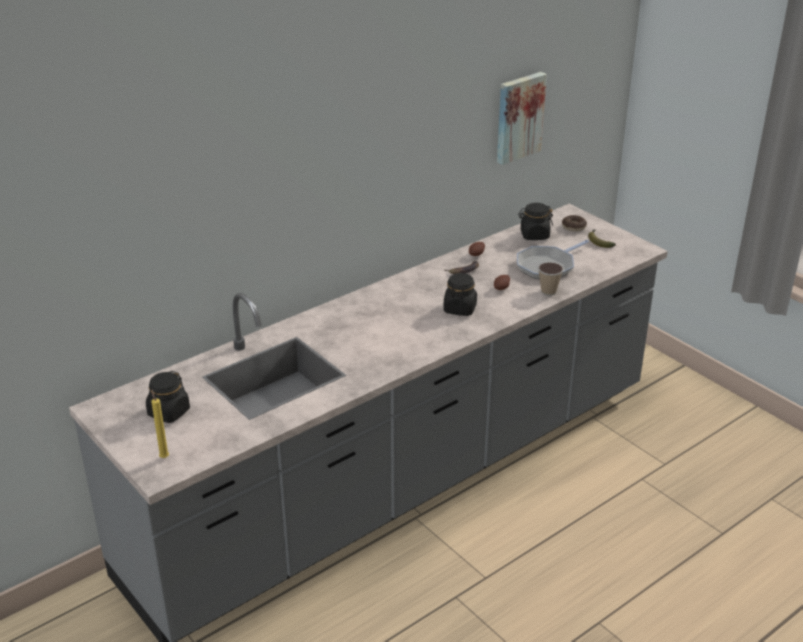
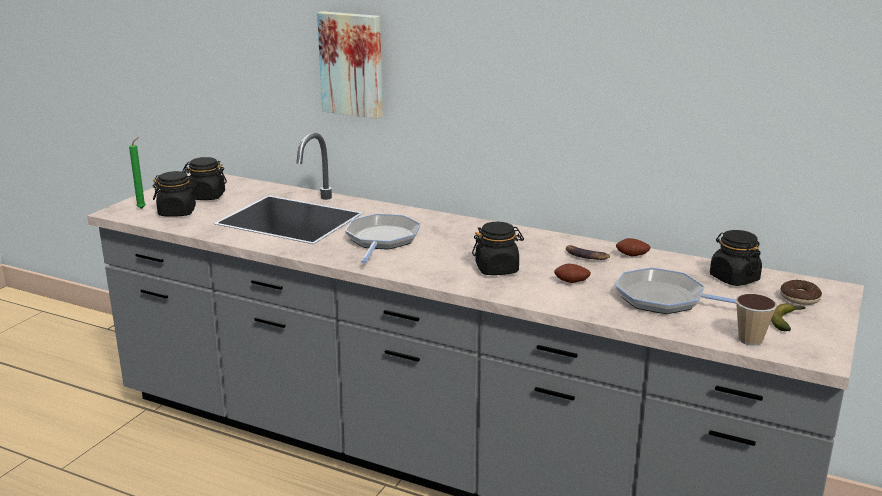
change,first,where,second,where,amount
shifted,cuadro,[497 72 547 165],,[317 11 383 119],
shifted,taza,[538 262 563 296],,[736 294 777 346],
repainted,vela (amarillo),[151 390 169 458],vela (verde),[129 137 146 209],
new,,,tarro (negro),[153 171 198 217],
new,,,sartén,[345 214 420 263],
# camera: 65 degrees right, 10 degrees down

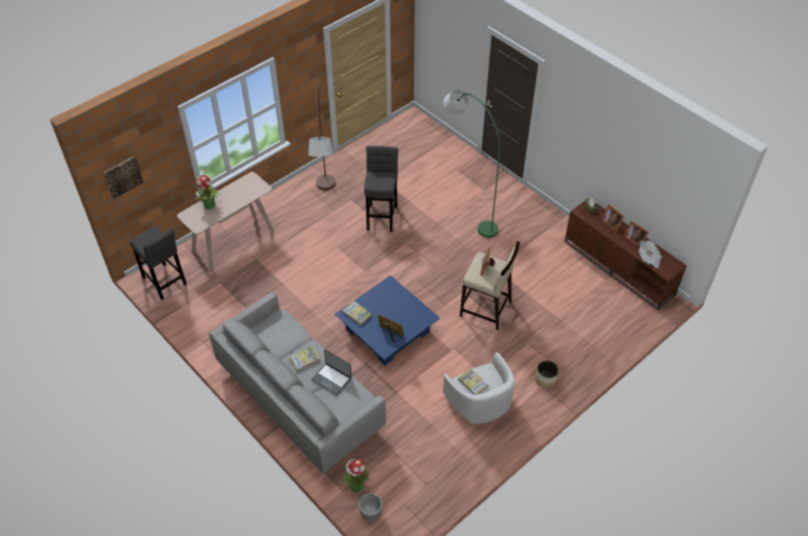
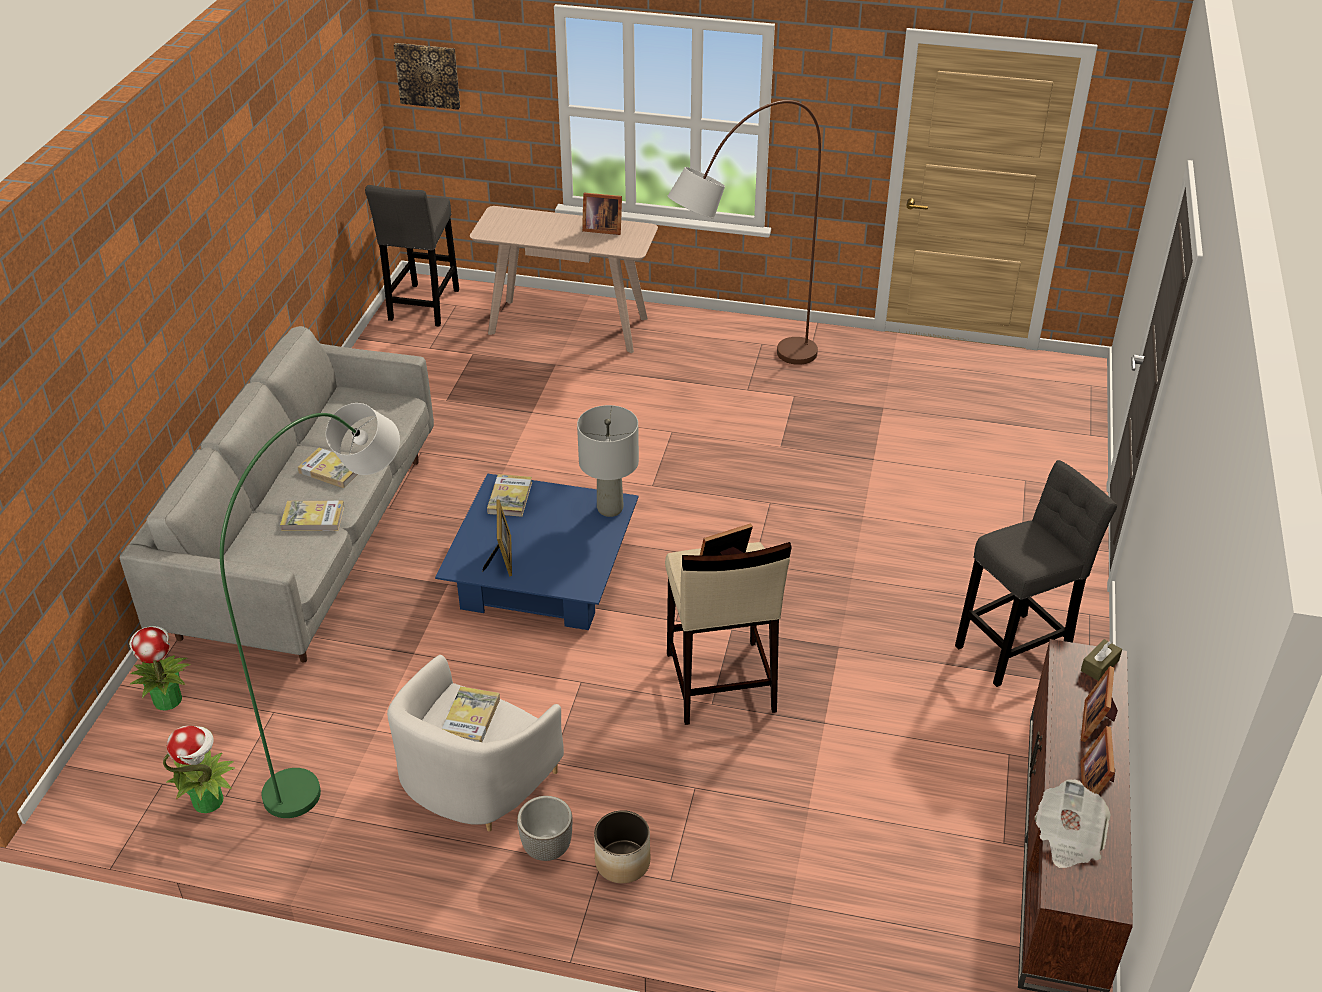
change,first,where,second,where,amount
shifted,lámpara de pie (verde),[443 89 500 238],,[220 403 400 818],
shifted,taburete (gris),[364 146 398 232],,[955 460 1117 687],
shifted,planta en maceta,[194 175 220 209],,[163 726 235 813],
swapped,portátil,[311 349 352 396],libro,[280 501 344 531],
shifted,maceta,[358 493 383 521],,[517 796 573 861],
new,,,portarretratos,[582 193 622 235],
new,,,lámpara de mesa (gris),[577 405 639 517],
# camera: 55 degrees right, 10 degrees down

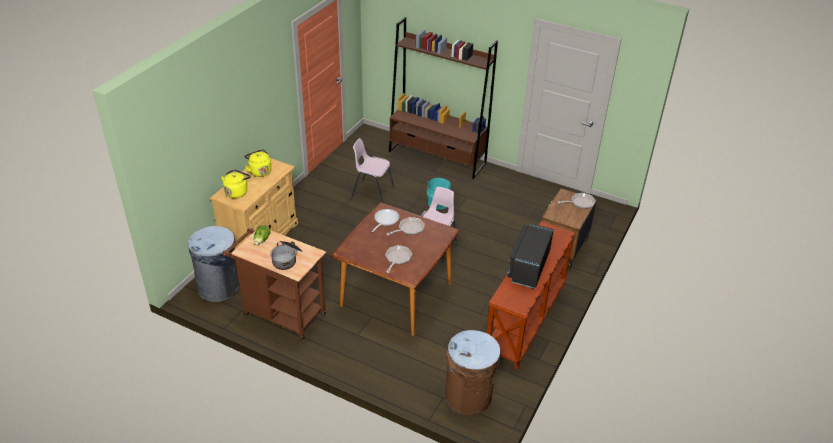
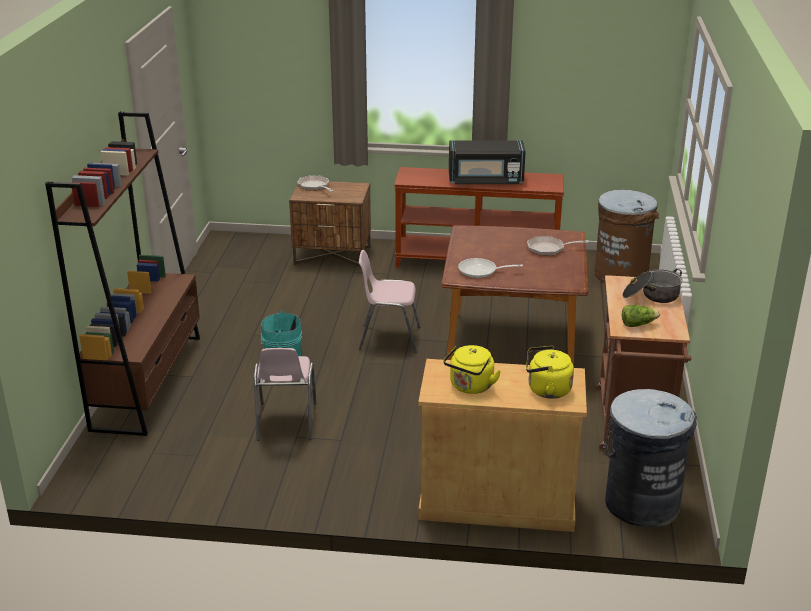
change,first,where,second,where,amount
gone,sartén,[386 217 425 235],,,
# camera: 110 degrees left, 10 degrees down

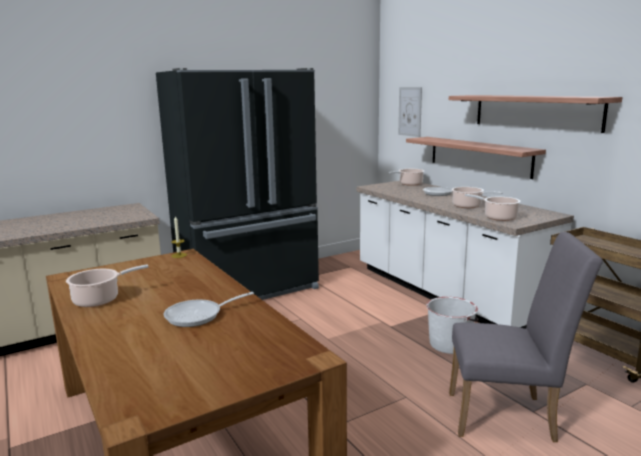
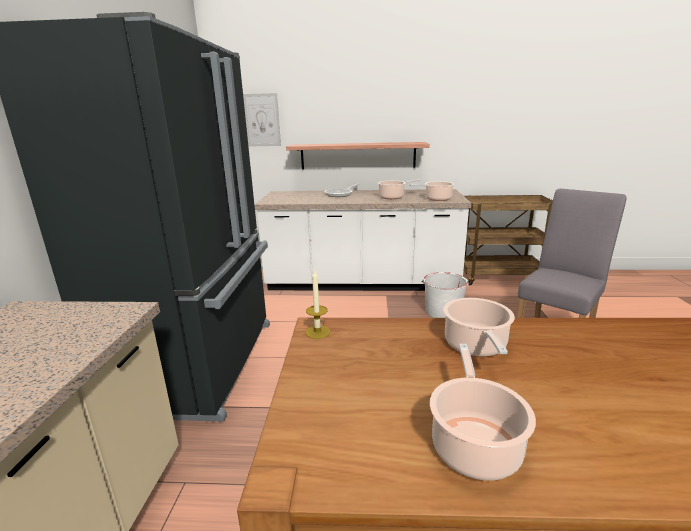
change,first,where,second,where,amount
gone,estante,[449 95 622 133],,,
shifted,olla,[389 169 424 186],,[443 298 515 357],
gone,sartén,[163 292 254 327],,,
# camera: 55 degrees left, 5 degrees up

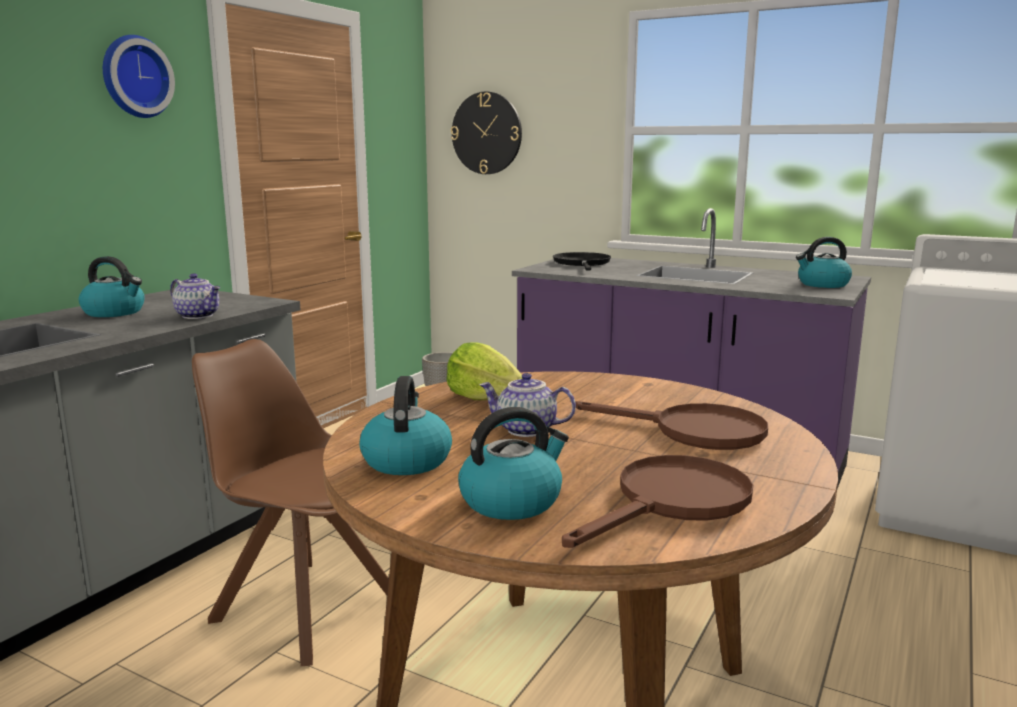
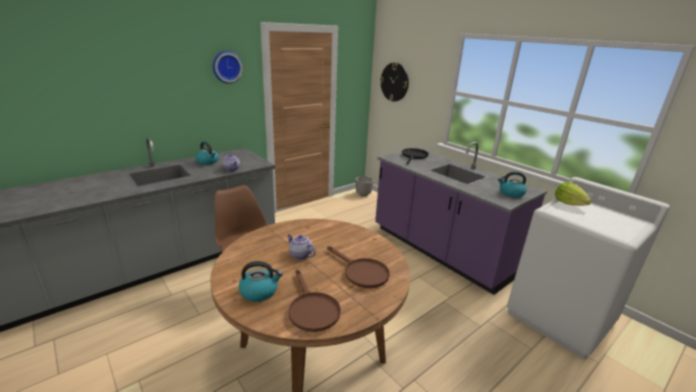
change,first,where,second,where,amount
shifted,lechuga,[447 342 522 400],,[555 182 592 206],
gone,hervidor,[359 376 452 475],,,
rotated,sartén (marrón),[562 455 753 548],,[289 269 341 332],90 degrees clockwise
# camera: 20 degrees right, 10 degrees up

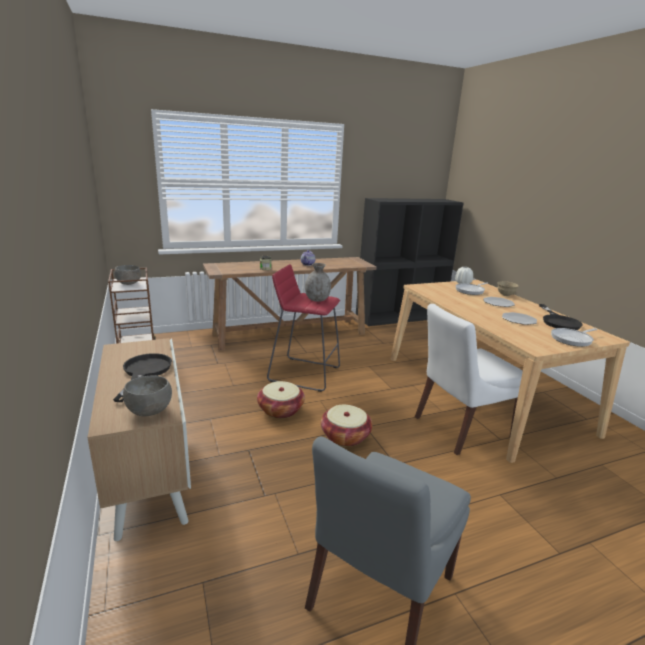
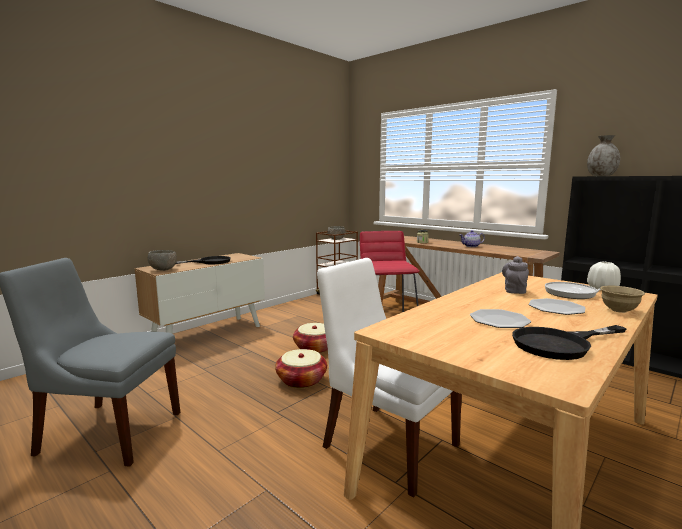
change,first,where,second,where,amount
shifted,florero (gris),[305 263 331 302],,[587 135 620 176],
gone,sartén,[551 328 598 347],,,
new,,,tetera (gris),[502 256 529 294],
# camera: 65 degrees right, 10 degrees down

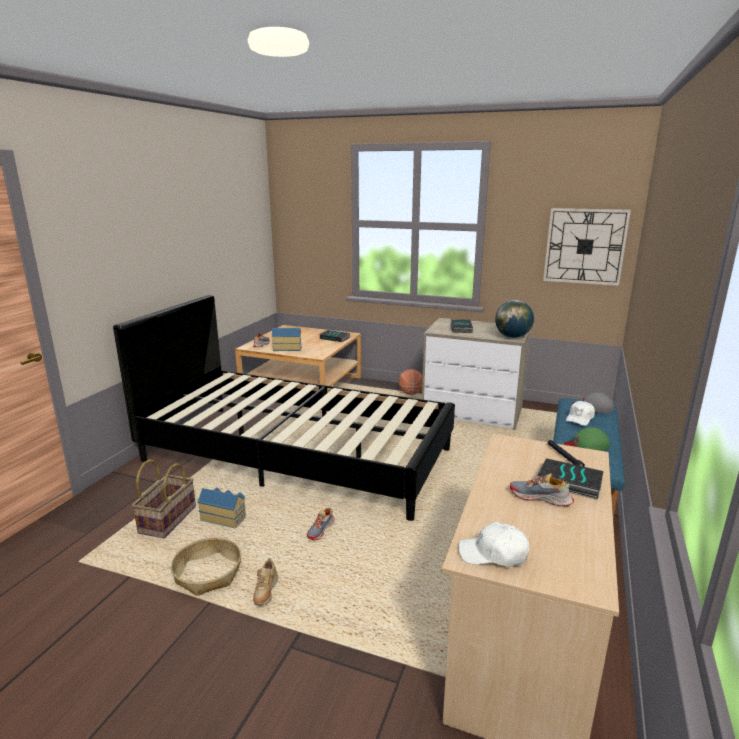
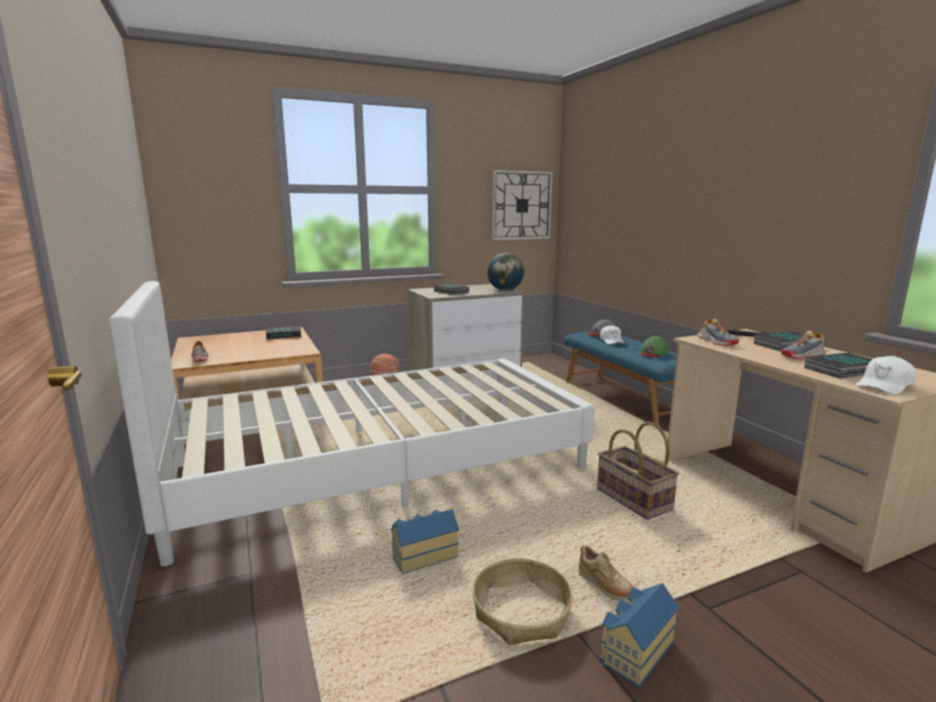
change,first,where,second,where,amount
repainted,cama (negro),[113 295 455 521],cama (blanco),[109 281 594 566],
shifted,casita,[272 328 302 351],,[600 583 679 688],
shifted,cesta,[132 459 196 538],,[597 422 679 520],
shifted,zapato,[307 508 335 540],,[698 318 739 346],
new,,,libro,[804 352 872 379],
# camera: 45 degrees left, 5 degrees down

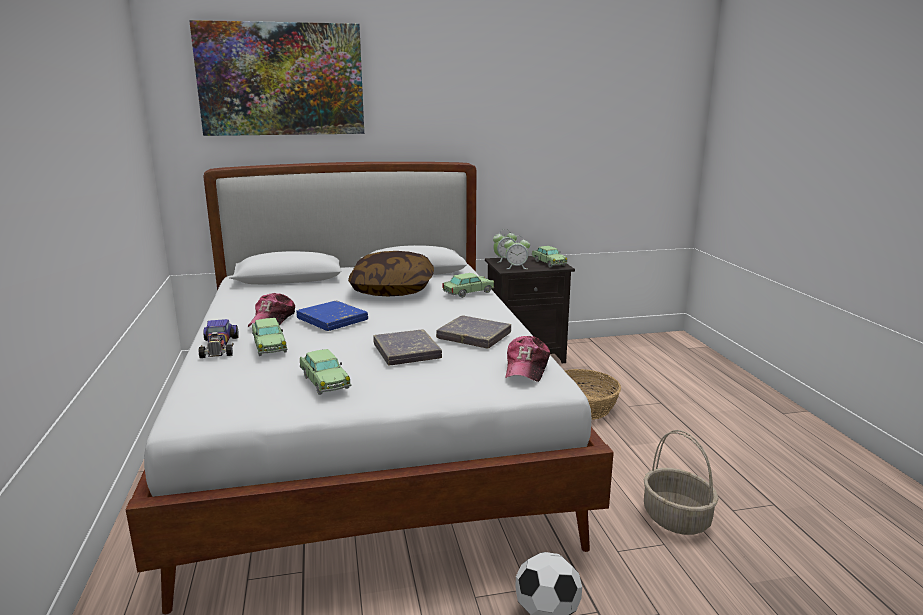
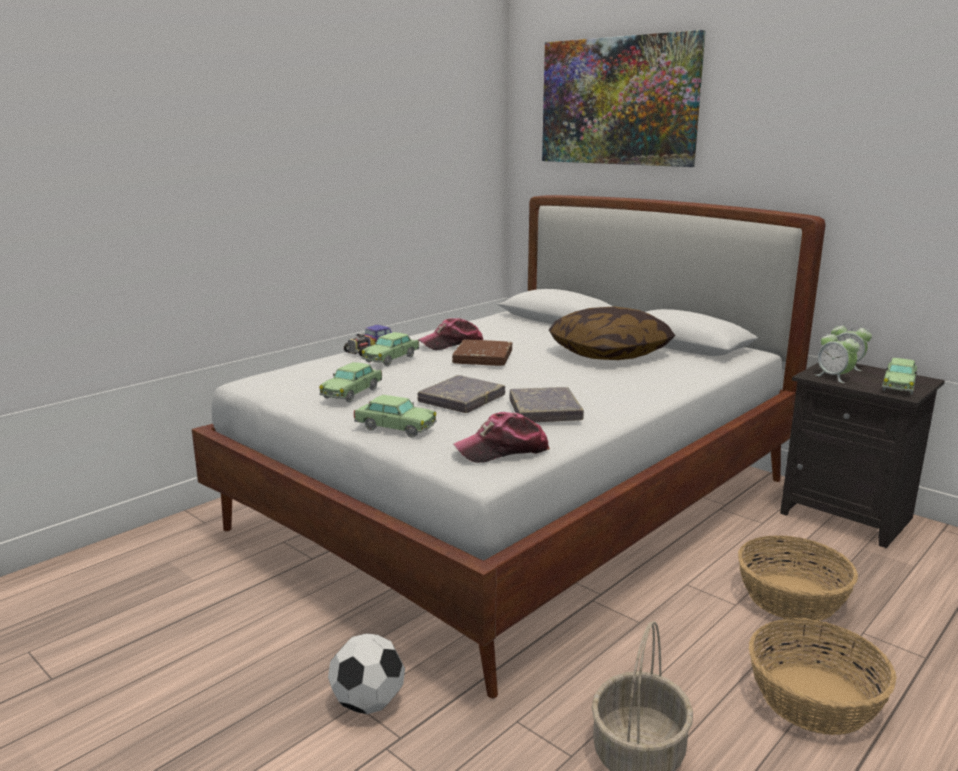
change,first,where,second,where,amount
shifted,coche de juguete,[442 273 494 298],,[354 395 437 438],
repainted,libro (azul),[296 300 368 331],libro (marrón),[452 339 512 366],
new,,,cesta,[749 618 897 735],
# camera: 55 degrees right, 0 degrees up

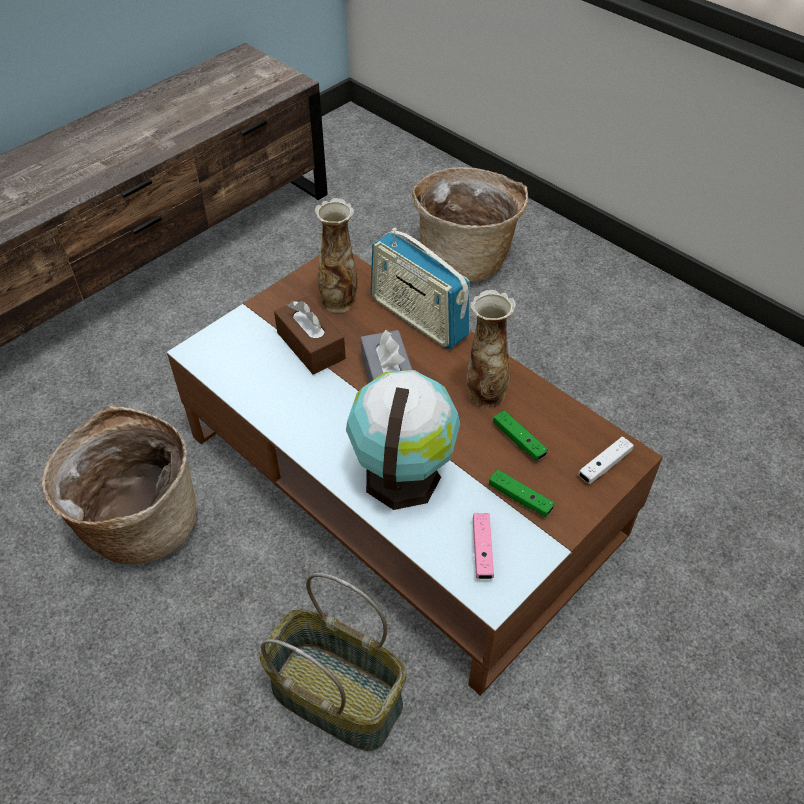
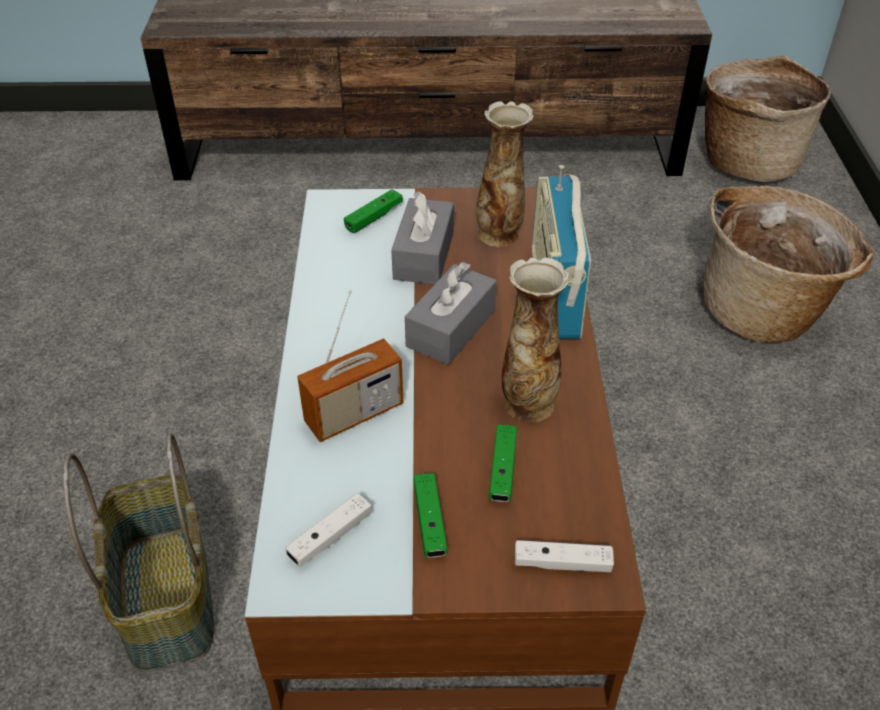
change,first,where,second,where,amount
repainted,caja de pañuelos (marrón),[274 296 346 375],caja de pañuelos (gris),[391 191 454 284],
swapped,globo terráqueo,[346 370 461 510],radio,[297 290 403 442],
shifted,cesta,[41 406 196 564],,[705 56 831 182],
repainted,mando de consola (rosa),[473 513 494 579],mando de consola (blanco),[285 493 372 567],
new,,,mando de consola (verde),[344 189 403 233],
# camera: 45 degrees right, 5 degrees down

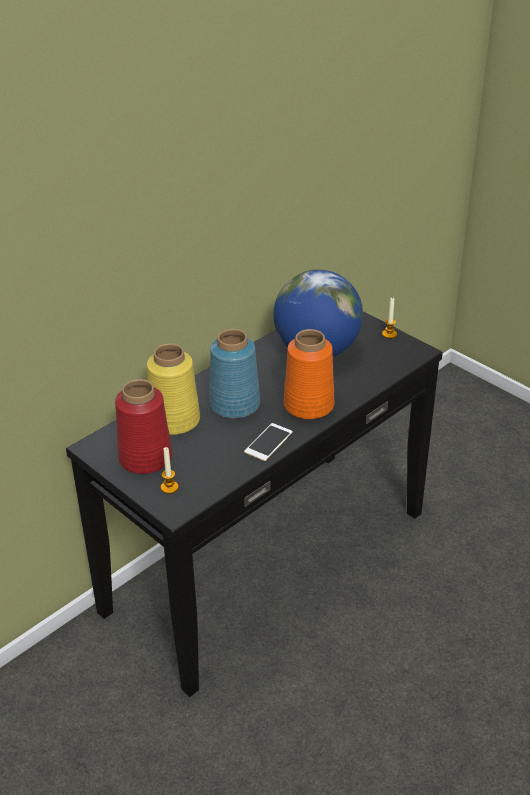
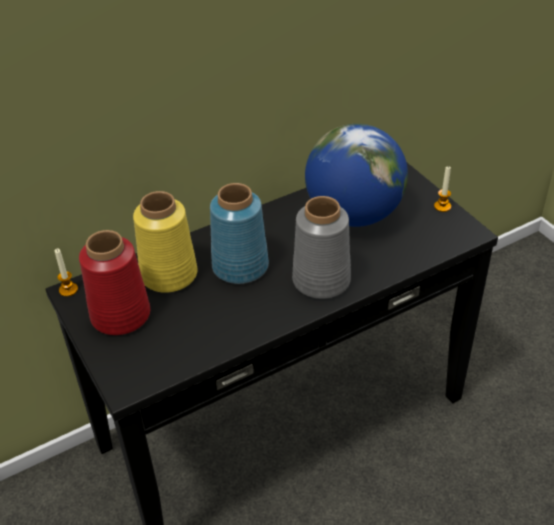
change,first,where,second,where,amount
repainted,florero (naranja),[284 329 334 419],florero (gris),[292 196 351 299],
gone,móvil,[244 423 293 461],,,
shifted,vela,[161 447 179 494],,[55 248 78 296],
# camera: 15 degrees right, 5 degrees up

